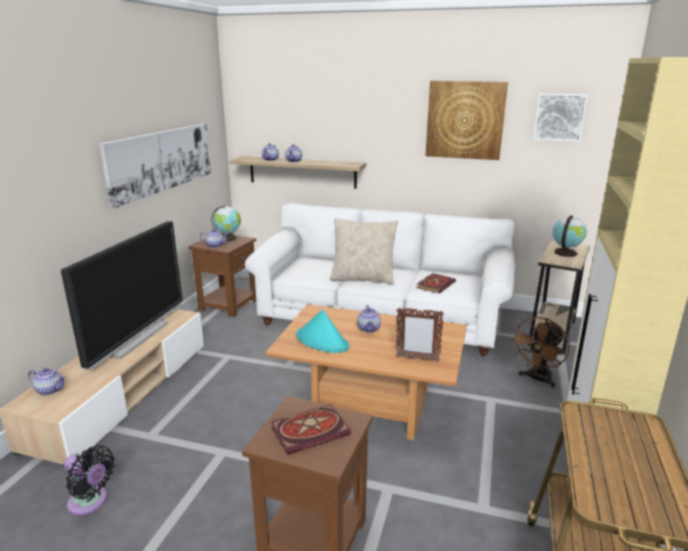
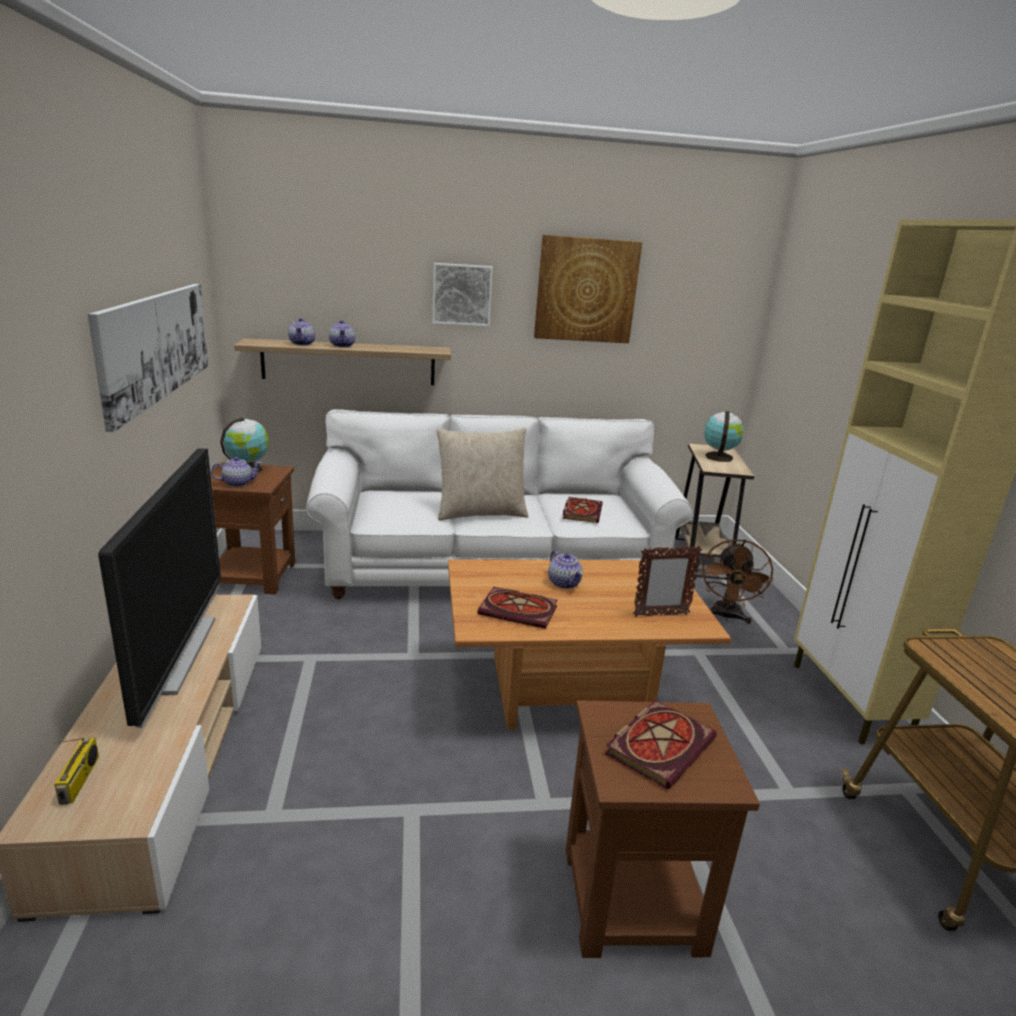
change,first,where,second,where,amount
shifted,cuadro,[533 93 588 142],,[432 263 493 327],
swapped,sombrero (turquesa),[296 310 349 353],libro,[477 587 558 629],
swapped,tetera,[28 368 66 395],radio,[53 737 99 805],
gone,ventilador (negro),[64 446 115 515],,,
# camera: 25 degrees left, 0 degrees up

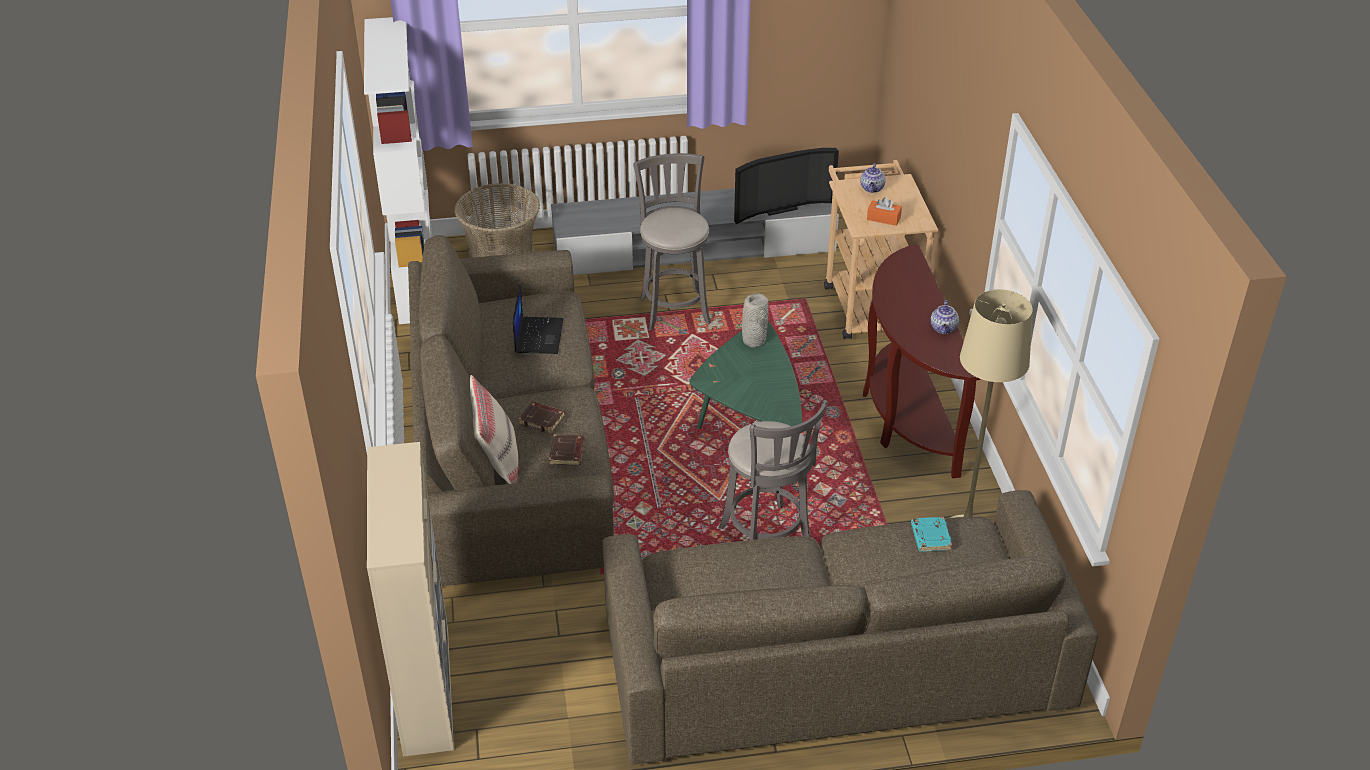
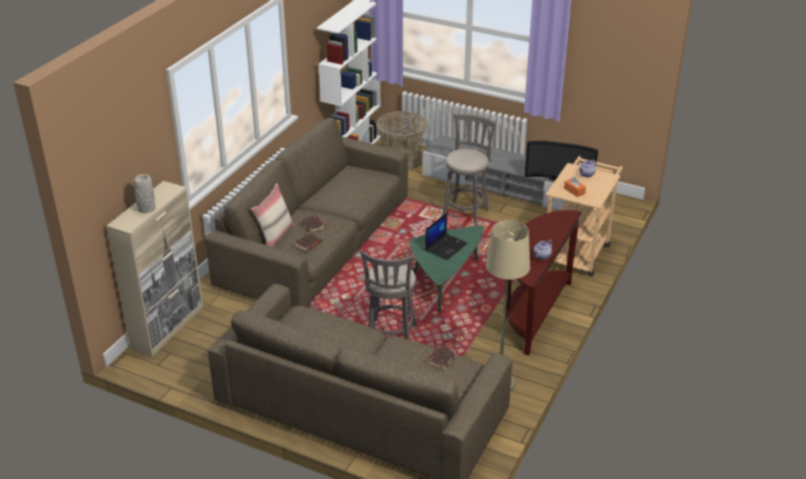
change,first,where,second,where,amount
shifted,portátil,[513 284 563 354],,[425 213 468 260],
shifted,florero (gris),[742 293 769 347],,[134 174 155 213],
repainted,libro (turquesa),[911 517 952 552],libro (marrón),[426 346 456 370],
# camera: 35 degrees right, 5 degrees down

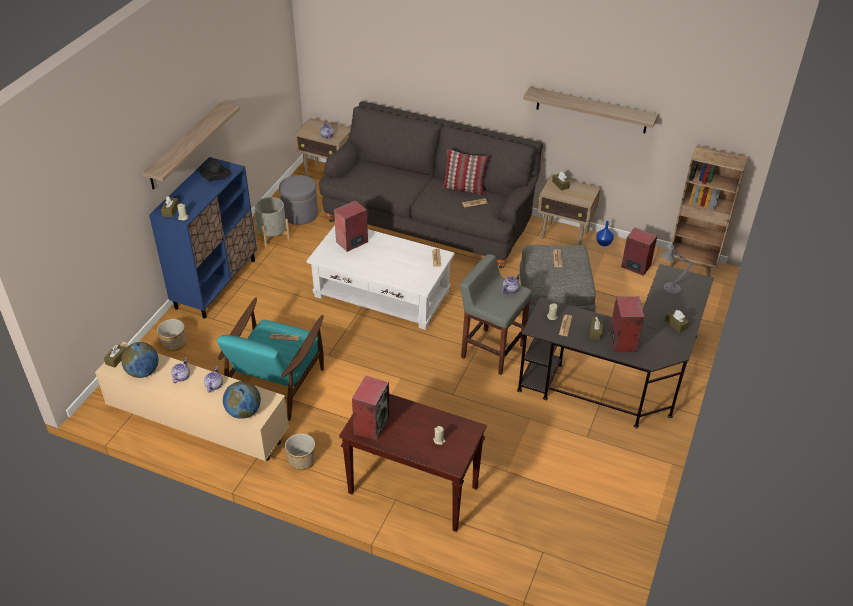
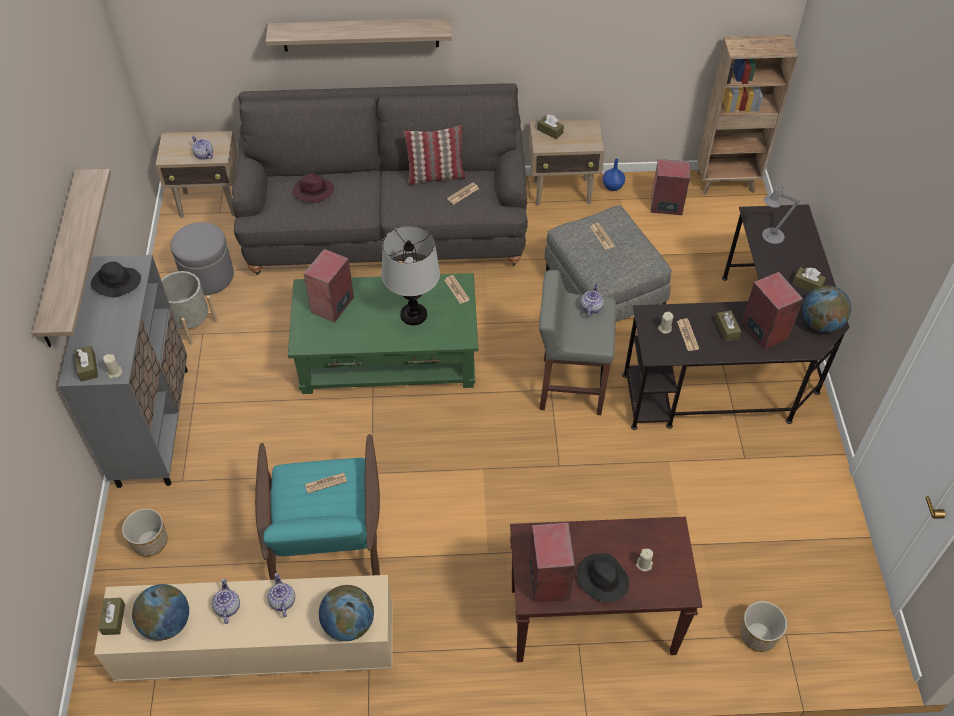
change,first,where,second,where,amount
shifted,estante,[523 86 658 133],,[266 18 452 52],
repainted,armario (azul),[149 157 257 319],armario (gris),[58 255 188 488],
repainted,mesa de centro (blanco),[307 225 455 330],mesa de centro (verde),[288 273 478 394],
shifted,maceta,[285 433 315 470],,[740 601 787 652],
new,,,sombrero (morado),[293 173 334 203],
new,,,lámpara de mesa,[382 225 440 325],
new,,,globo terráqueo,[802 286 851 332],
new,,,sombrero (negro),[577 553 629 602],
# camera: 25 degrees left, 10 degrees up

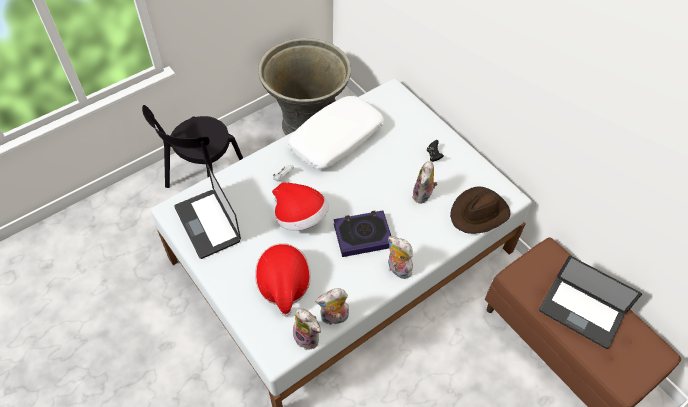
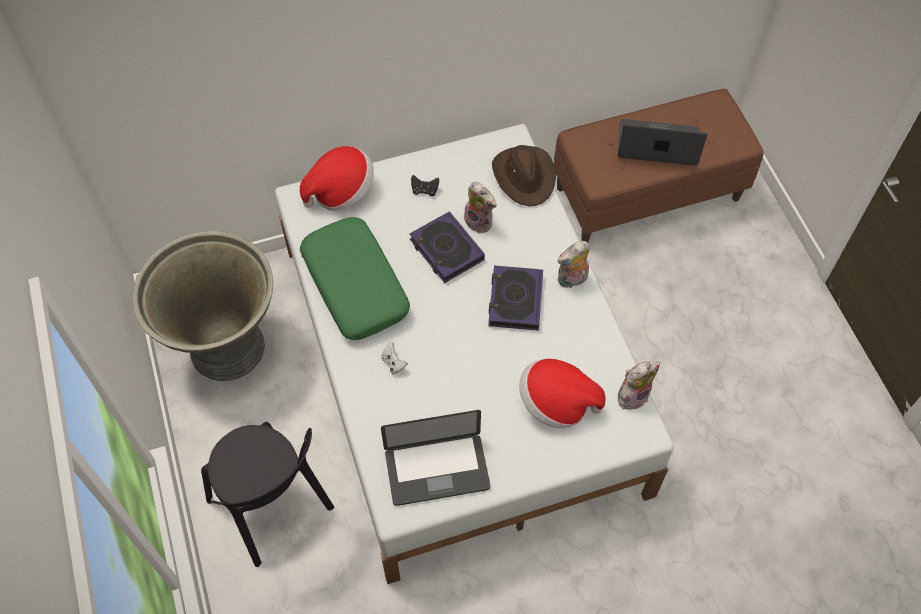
change,first,where,second,where,amount
repainted,cojín (blanco),[288 96 384 169],cojín (verde),[300 217 410 340],
shifted,sombrero,[272 182 329 231],,[300 146 374 210],
rotated,portátil,[539 256 642 349],,[618 119 707 166],135 degrees counterclockwise
gone,peluche,[315 288 349 325],,,
new,,,libro,[410 211 485 283],
# camera: 70 degrees left, 5 degrees up

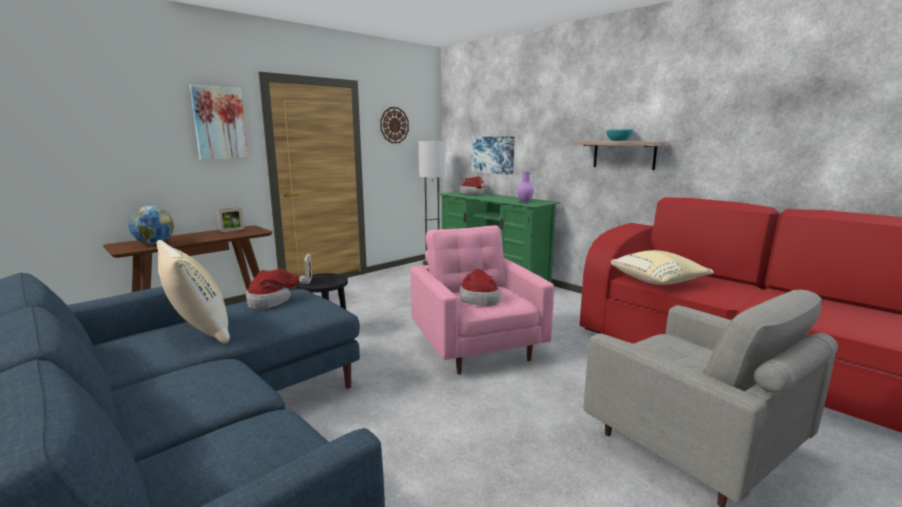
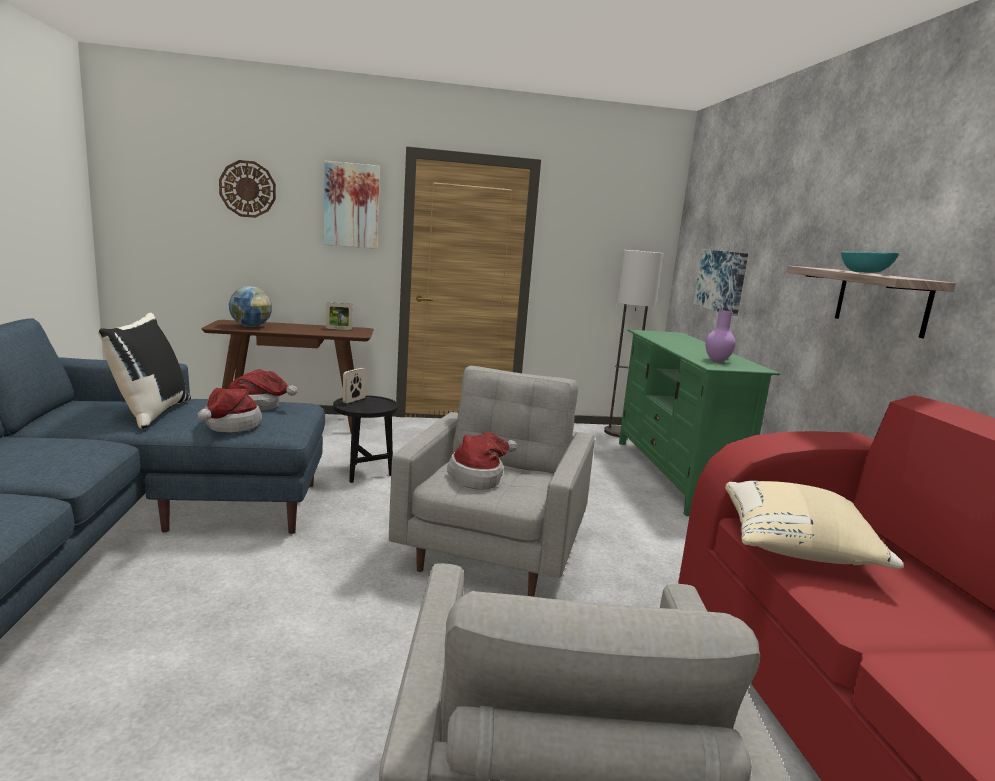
change,first,where,second,where,amount
shifted,reloj de pared,[380 107 409 143],,[219 160 276 218],
shifted,sombrero,[459 177 486 195],,[198 388 262 432],
repainted,sillón (rosa),[411 225 554 374],sillón (gris),[389 366 595 597],
repainted,cojín (beis),[156 240 230 343],cojín (negro),[98 313 191 429],
# camera: 35 degrees right, 0 degrees up

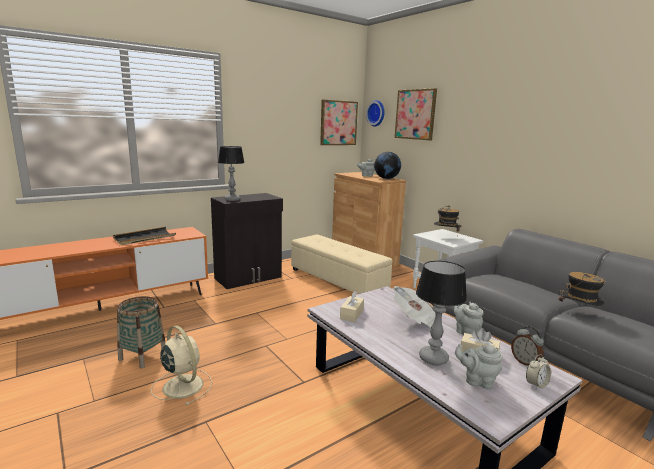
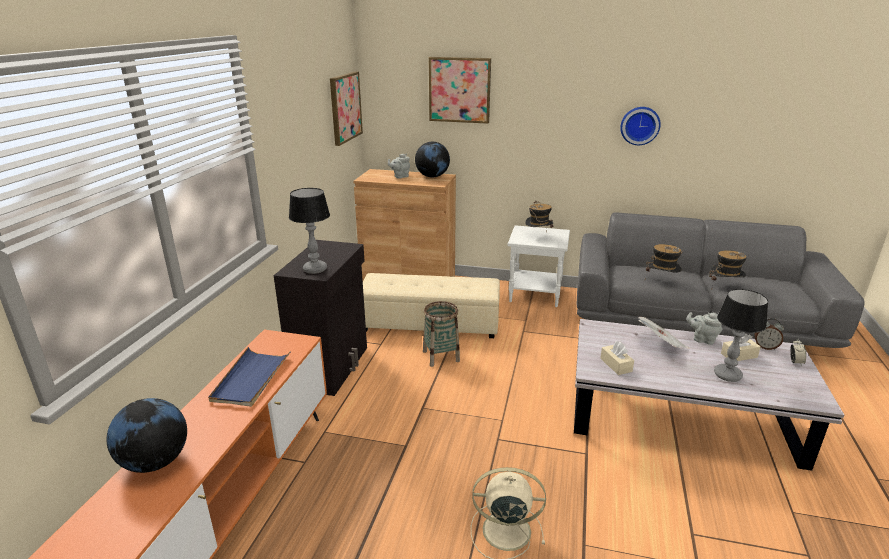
change,first,where,second,where,amount
shifted,reloj de pared,[366 100 385 127],,[620 107 661 145],
repainted,bandeja (negro),[113 227 176 245],bandeja (azul),[208 347 291 407],
shifted,cesta,[117 296 166 369],,[423 301 460 367],
gone,tetera (gris),[455 344 503 389],,,
new,,,sombrero,[646 244 683 273],
new,,,globo terráqueo,[107 398 187 473],
# camera: 40 degrees left, 10 degrees up

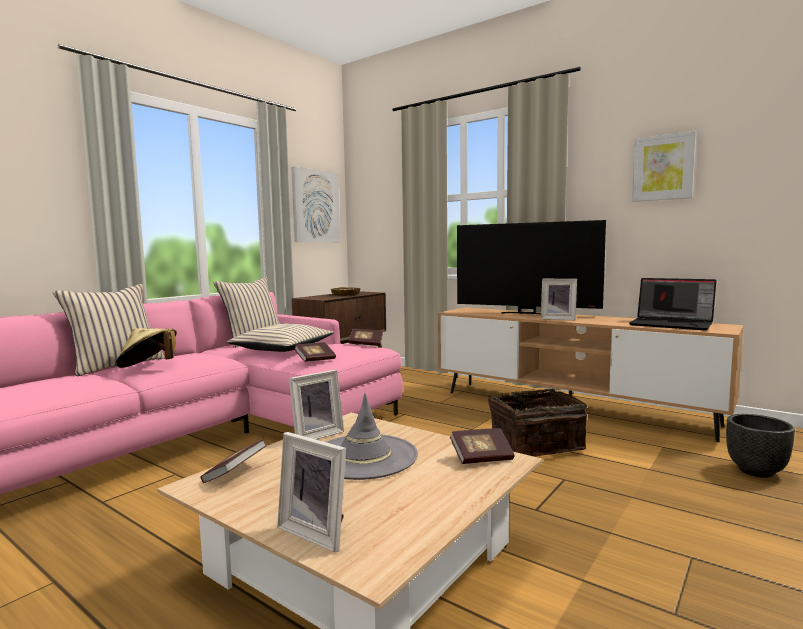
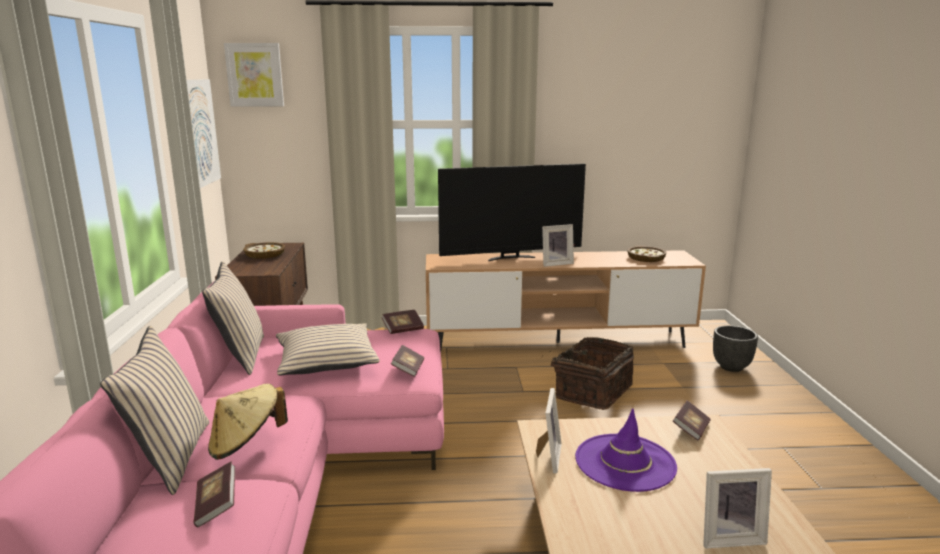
change,first,where,second,where,amount
shifted,cuadro,[632 131 696 202],,[224 43 284 107],
swapped,portátil,[629 278 716 330],cuenco,[627 245 667 262],
repainted,sombrero (gris),[326 393 418 480],sombrero (morado),[575 408 677 492],
shifted,libro,[201 439 267 483],,[193 461 235 528],
# camera: 40 degrees left, 10 degrees up

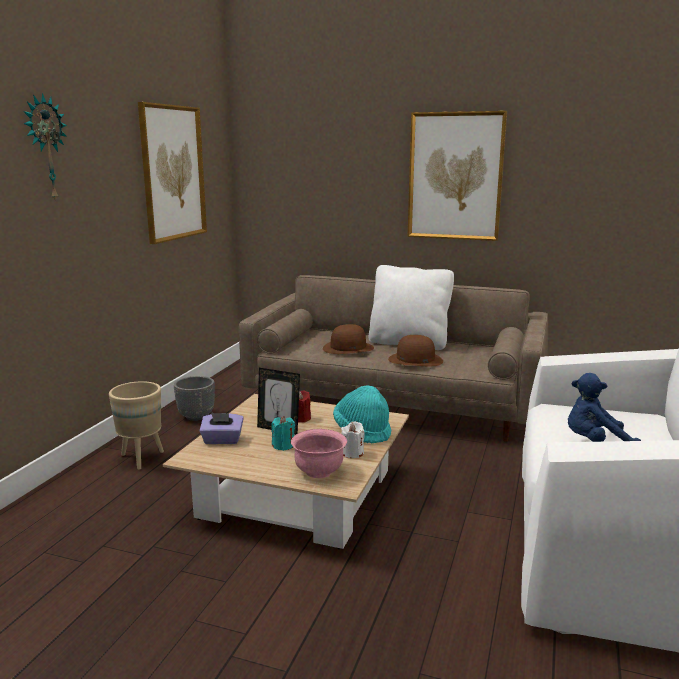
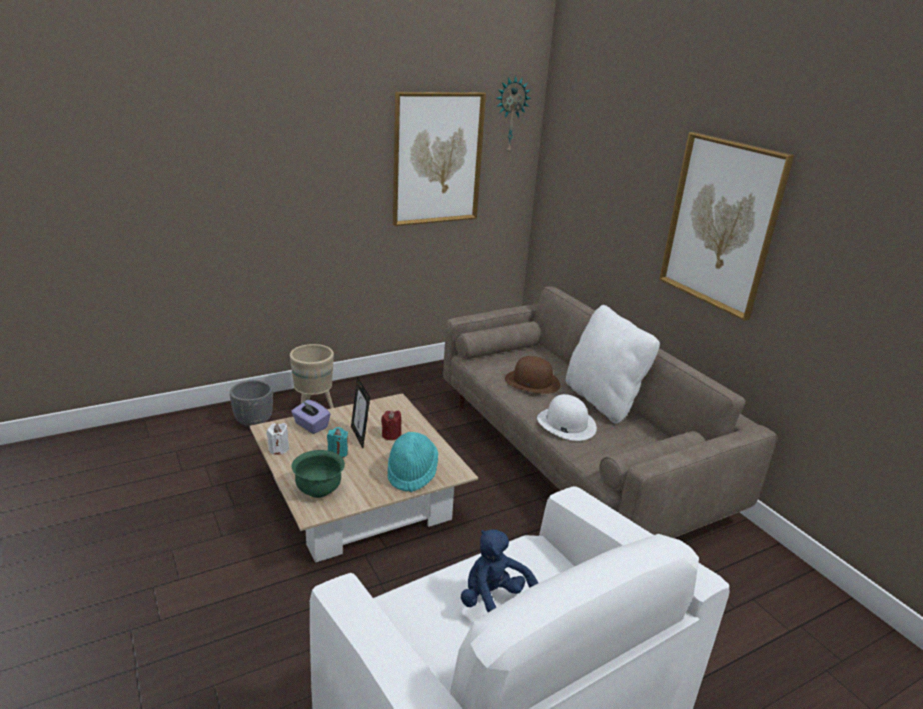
change,first,where,second,where,amount
shifted,reloj de pared,[23 93 67 203],,[496 76 531 155],
repainted,sombrero (marrón),[388 335 443 366],sombrero (blanco),[537 394 597 441],
shifted,maceta (gris),[174 376 215 421],,[230 380 273 428],
shifted,vela (blanco),[341 421 365 458],,[267 423 289 455],
repainted,cuenco (rosa),[291 429 347 478],cuenco (verde),[292 450 345 498],
# camera: 40 degrees right, 10 degrees up

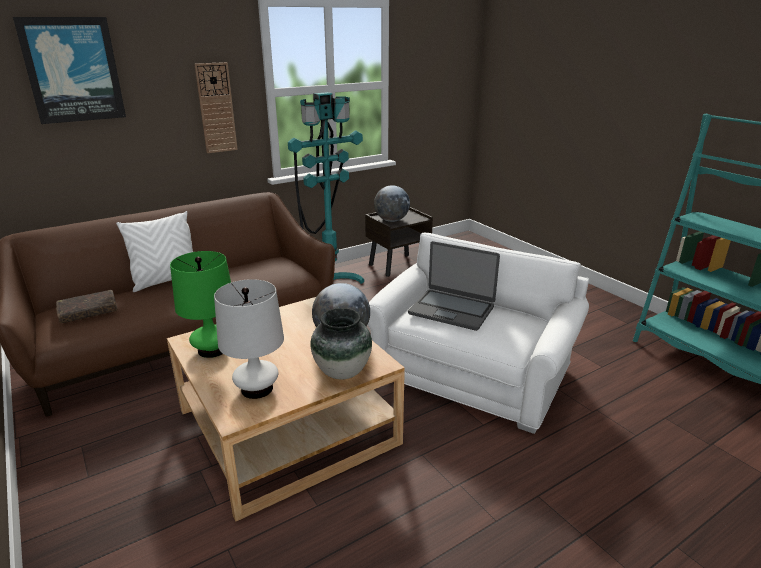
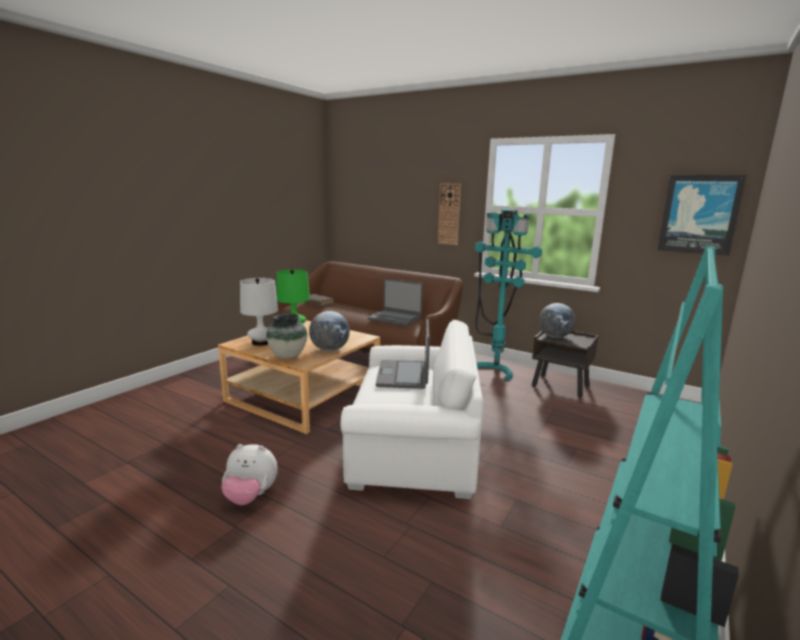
change,first,where,second,where,amount
shifted,cuadro,[13 17 126 124],,[658 175 747 256],
gone,cojín (blanco),[116 211 193 292],,,
new,,,portátil,[368 279 423 326],
new,,,peluche,[221 444 278 505],
# camera: 65 degrees right, 10 degrees down

